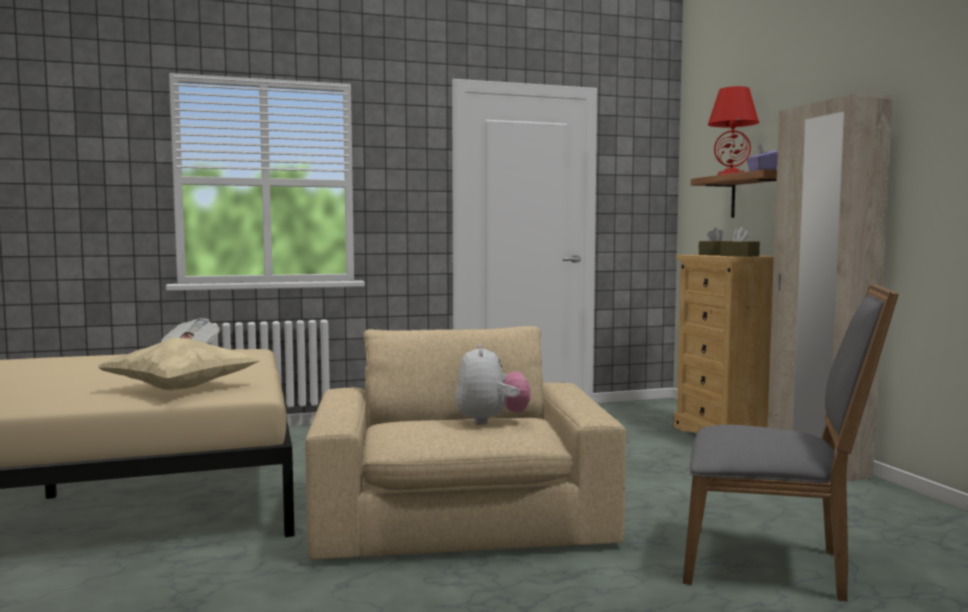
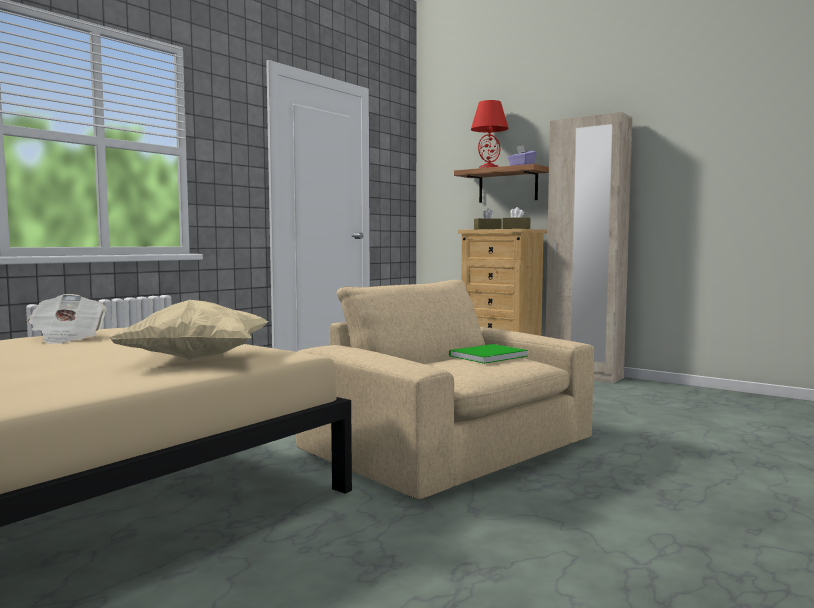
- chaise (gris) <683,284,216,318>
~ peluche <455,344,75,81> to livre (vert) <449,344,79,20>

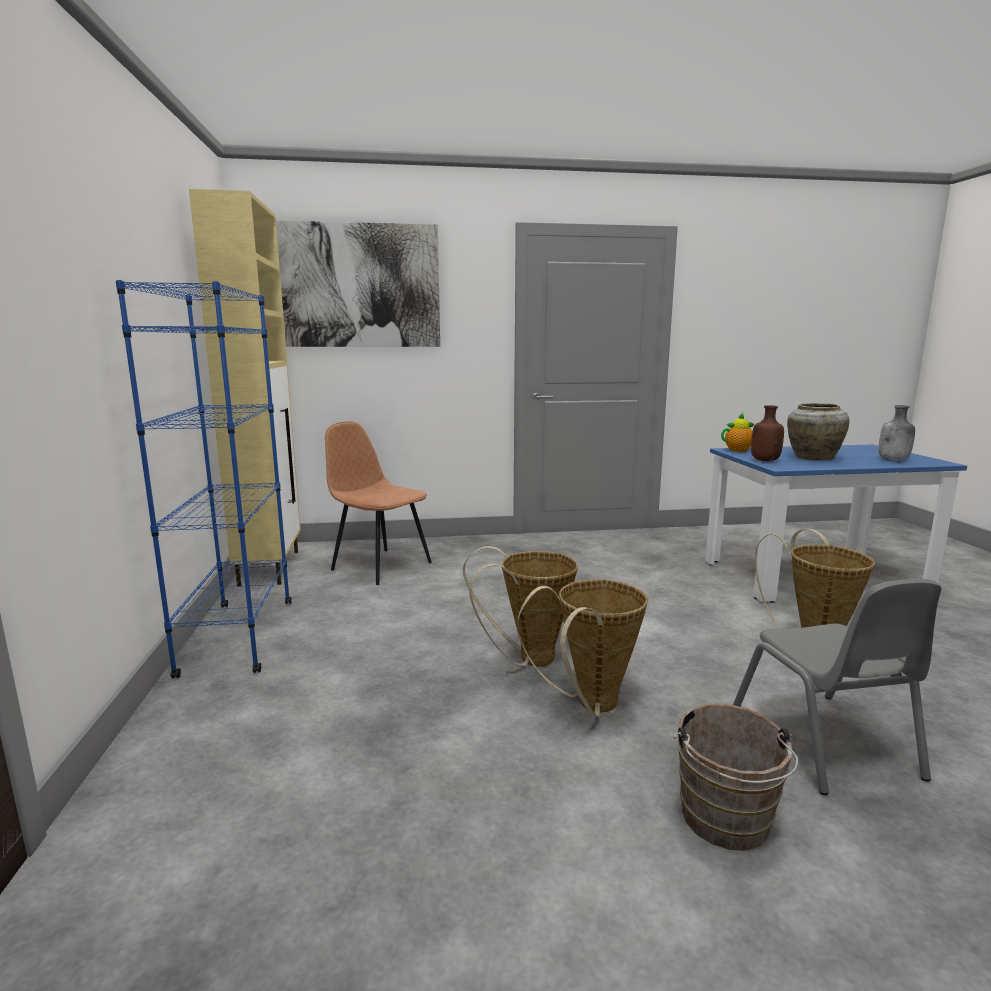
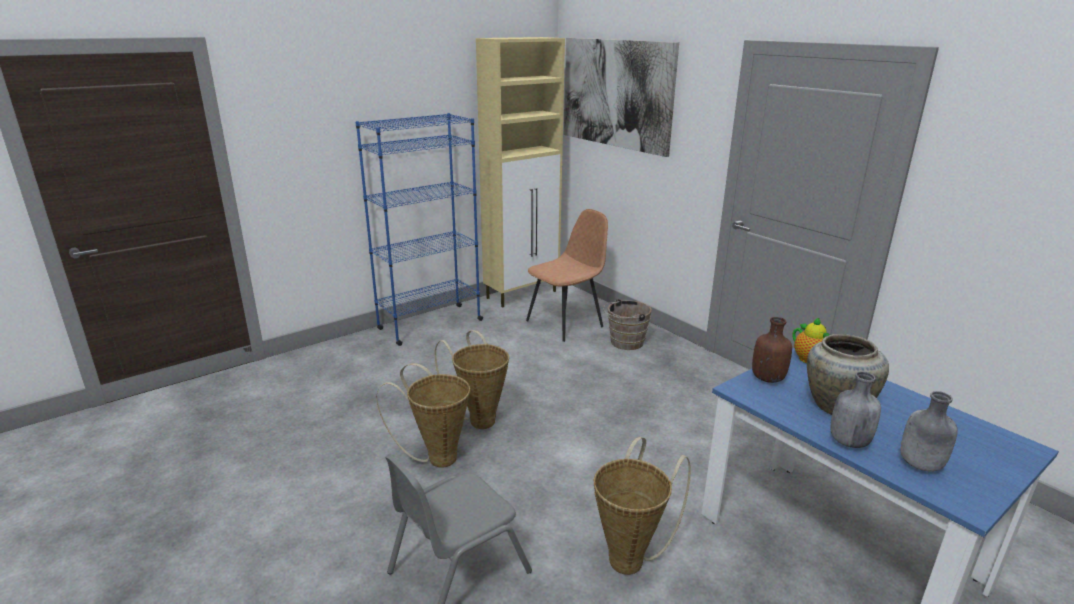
+ bouteille (gris) <830,371,51,77>
~ seau (marron) <674,703,124,148> to <603,299,49,51>
~ chaise (marron) <325,421,107,164> = <526,209,82,133> 45 degrees clockwise

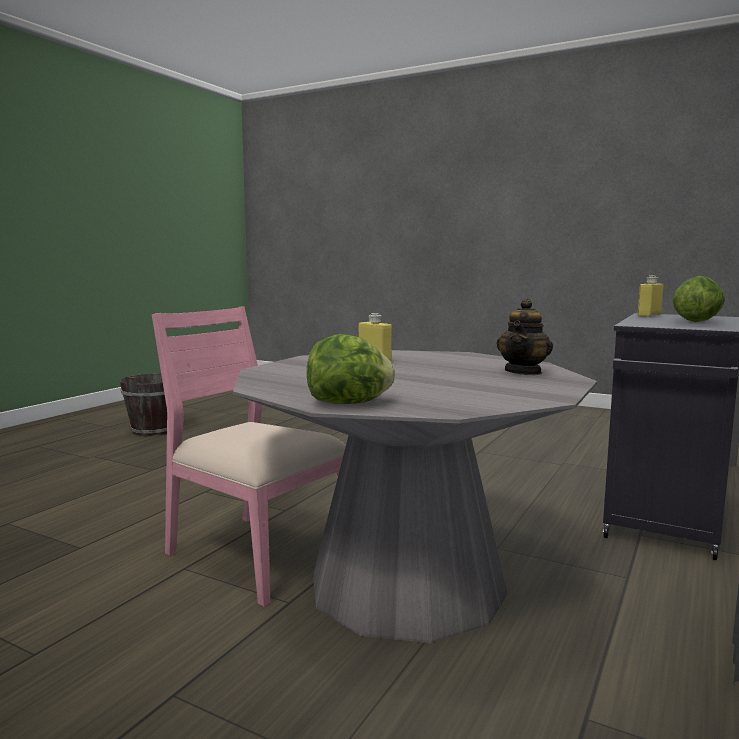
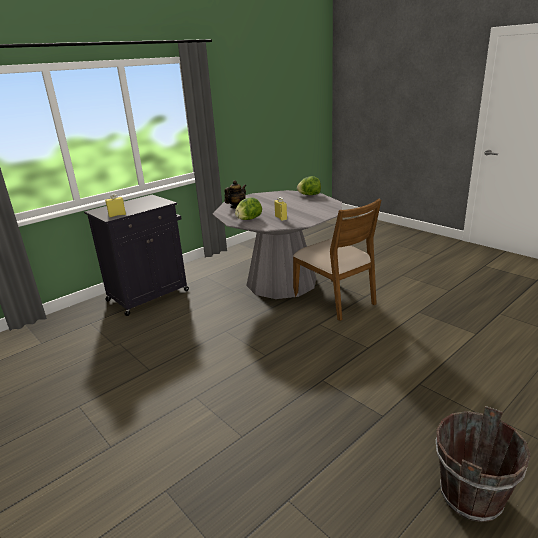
~ laitue <673,276,52,46> to <235,197,27,23>
~ chaise (rose) <152,306,194,301> to chaise (marron) <293,199,88,122>

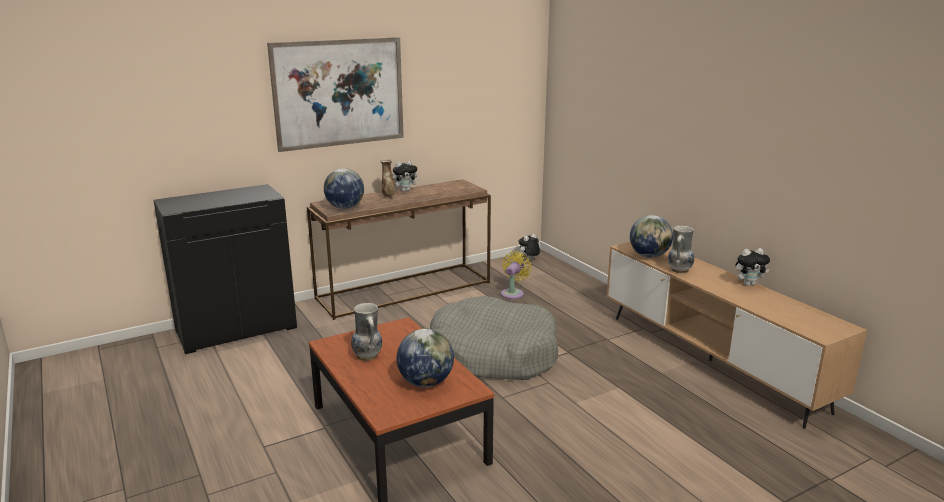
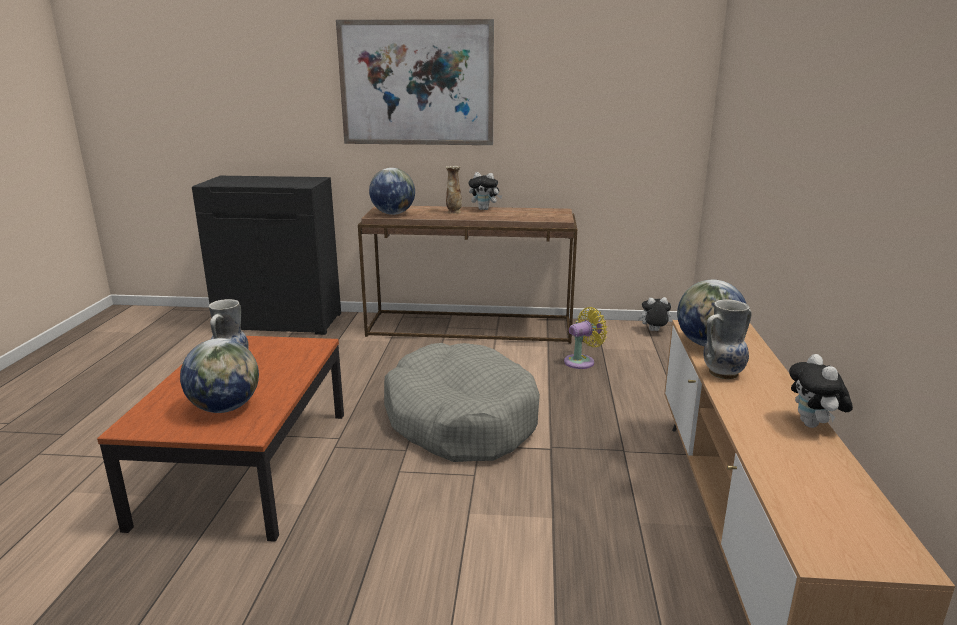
~ peluche <735,248,35,38> = <789,354,64,74> 60 degrees clockwise

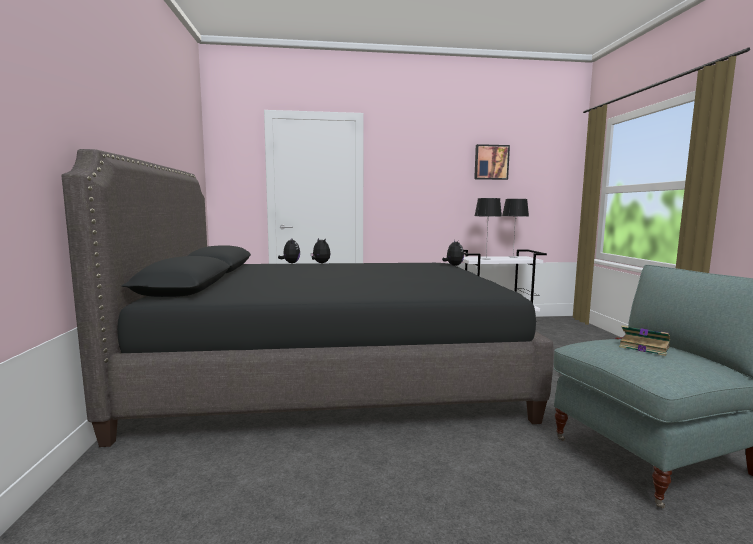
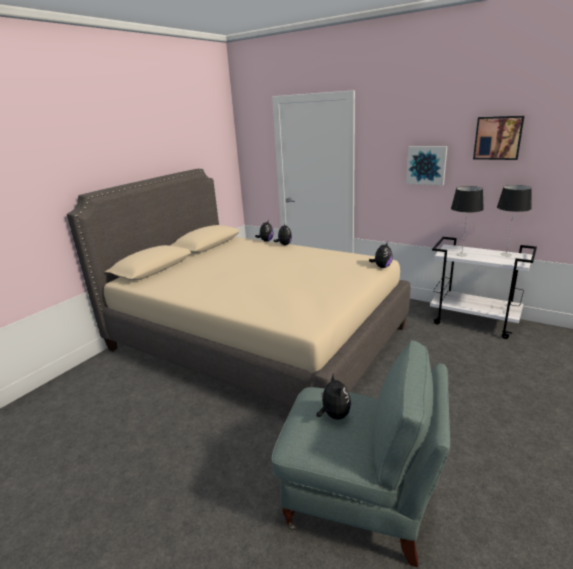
+ tableau <406,146,42,39>
~ livre <615,325,55,31> to peluche <316,373,35,46>
~ lit (noir) <61,149,493,298> to lit (beige) <67,169,343,239>

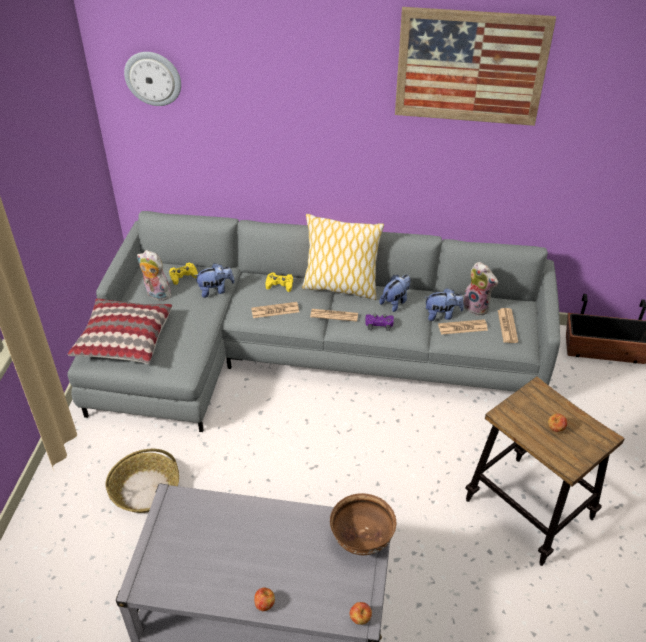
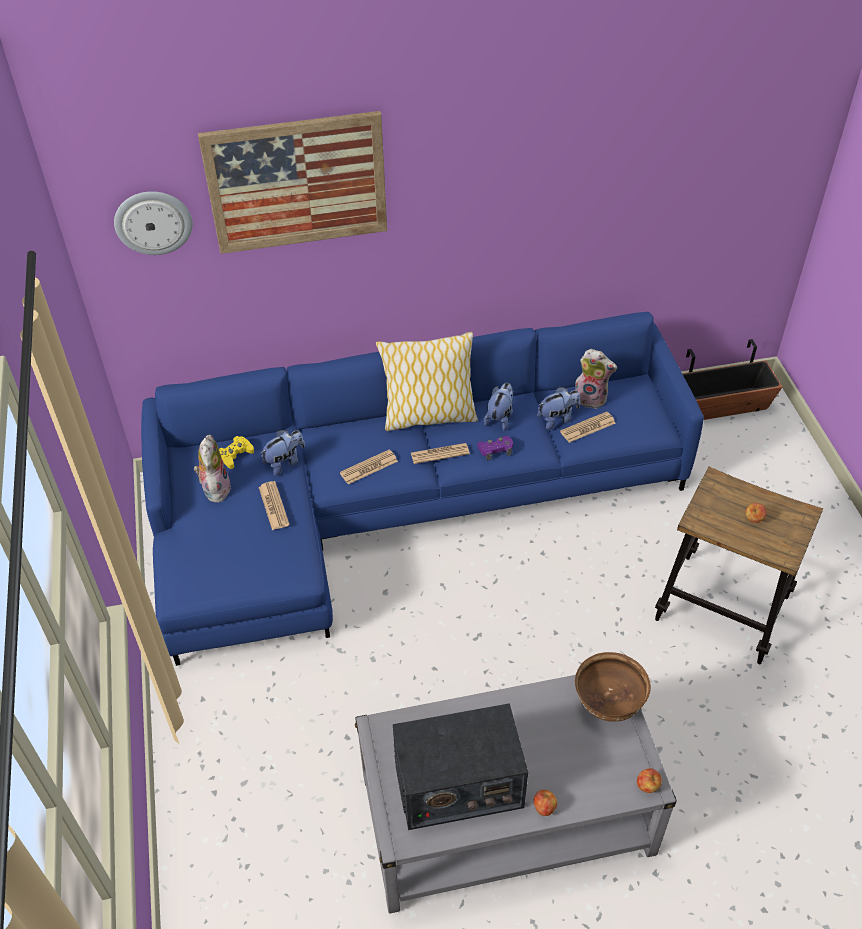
- coussin <68,299,104,65>
- panier <105,449,74,64>
- manette (jaune) <265,272,28,20>
+ radio <393,703,135,127>
~ tableau <395,7,161,119> to <198,111,189,143>
~ journal <498,308,20,35> to <259,481,31,49>
~ canapé (gris) <68,211,492,221> to canapé (bleu) <141,312,563,354>
~ peluche <137,250,34,51> = <194,434,37,69> 75 degrees clockwise

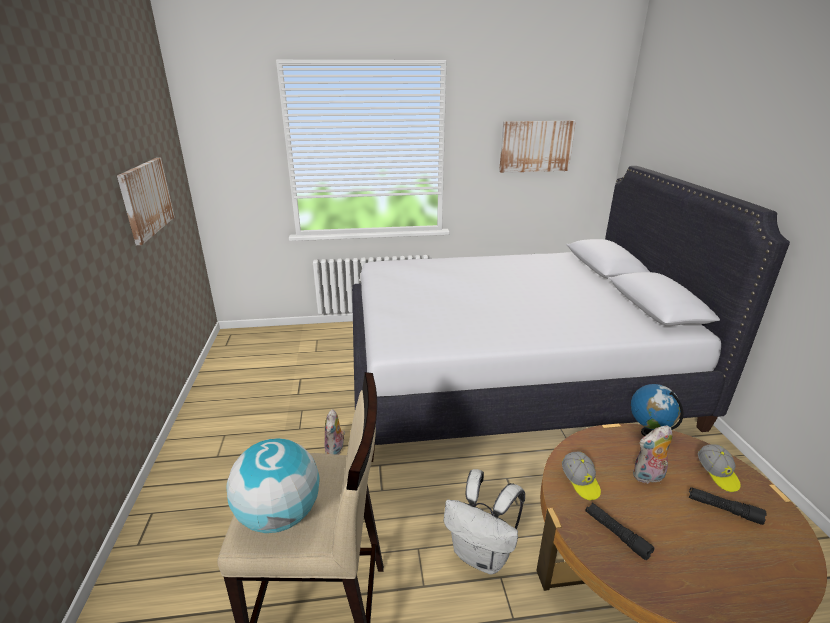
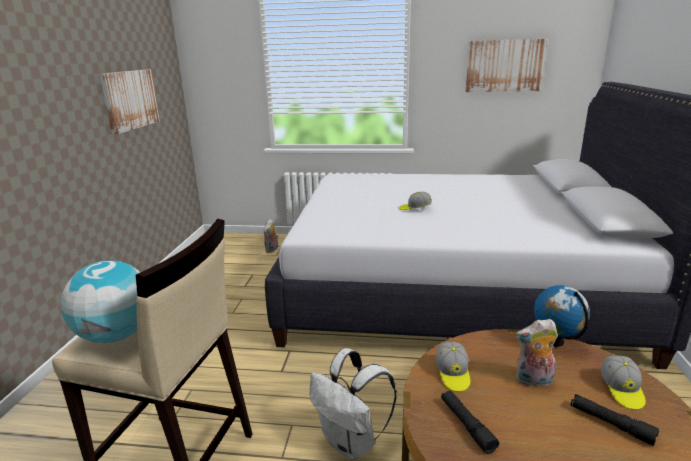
+ casquette <399,192,33,18>
~ peluche <324,409,21,46> to <264,219,14,34>

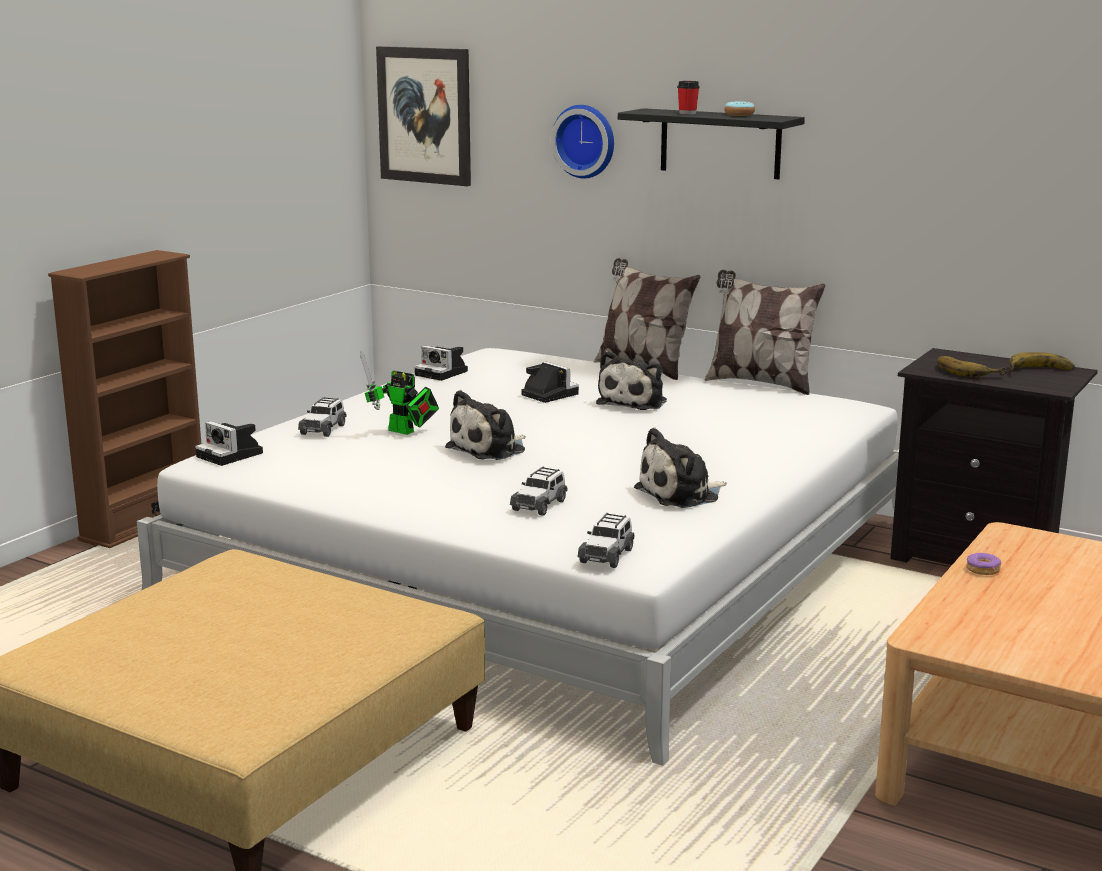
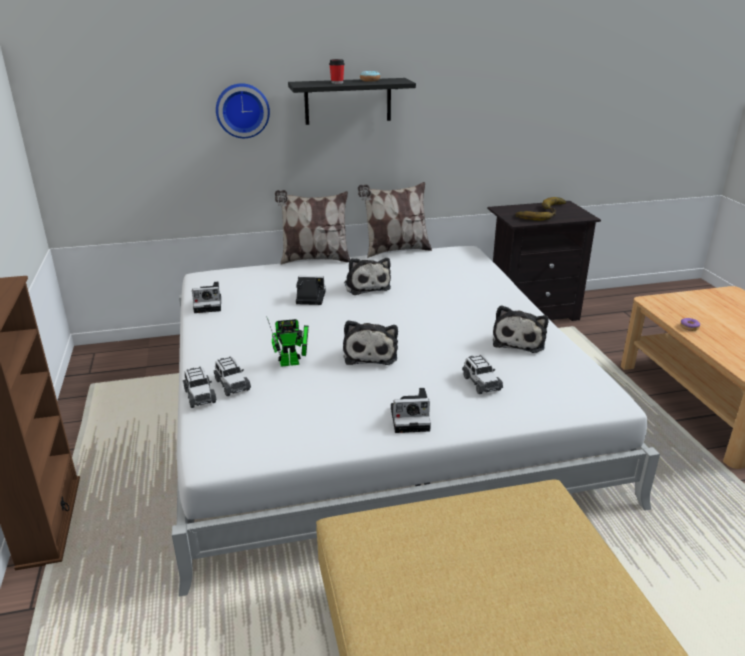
- tableau <376,46,95,140>
~ appareil photo <195,421,68,45> to <391,388,40,45>
~ petite voiture <578,513,56,55> to <183,367,34,41>

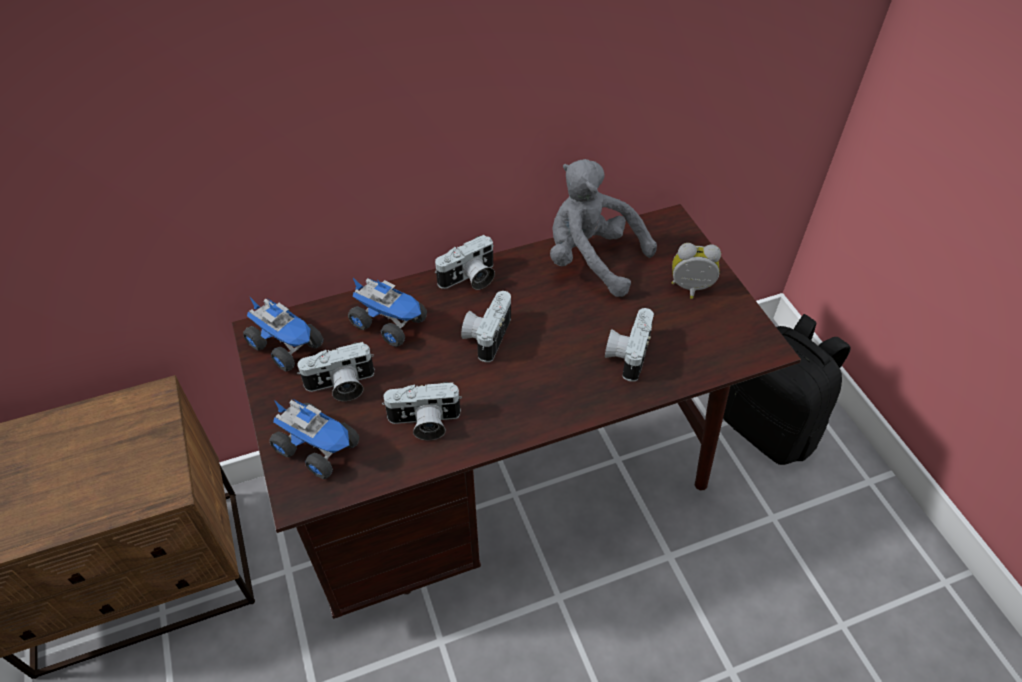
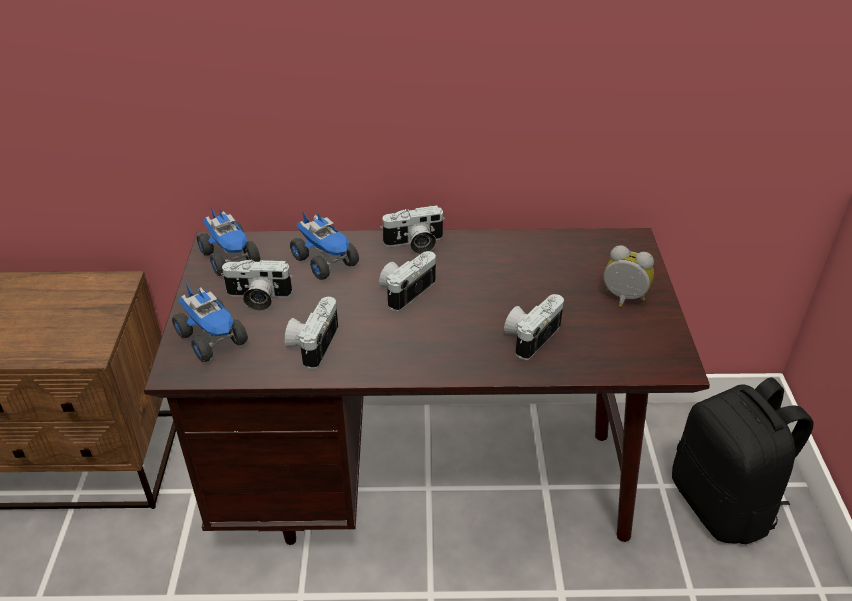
- peluche (gris) <550,159,107,138>
~ appareil photo <382,382,80,58> = <285,297,53,72> 90 degrees clockwise

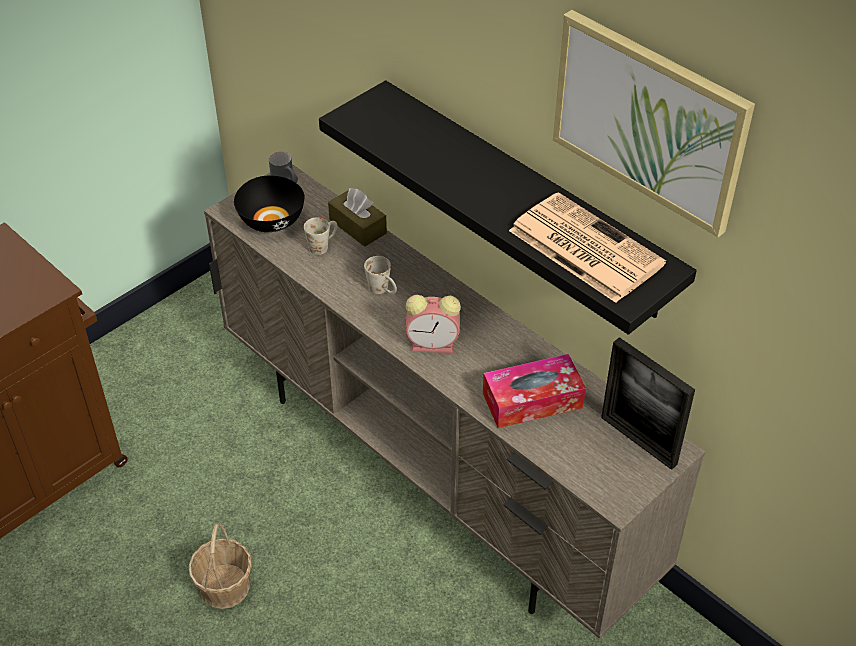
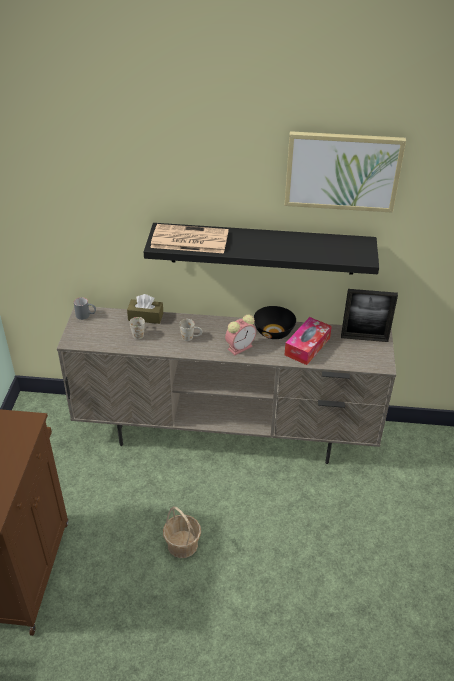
~ bol (noir) <234,175,70,57> to <254,306,42,33>
~ journal <509,192,157,111> to <150,224,78,29>

